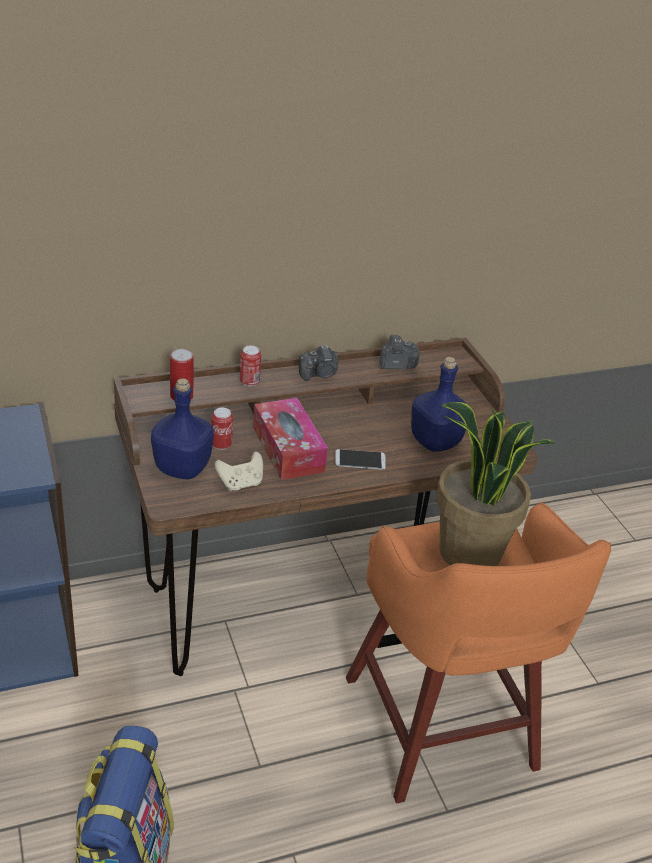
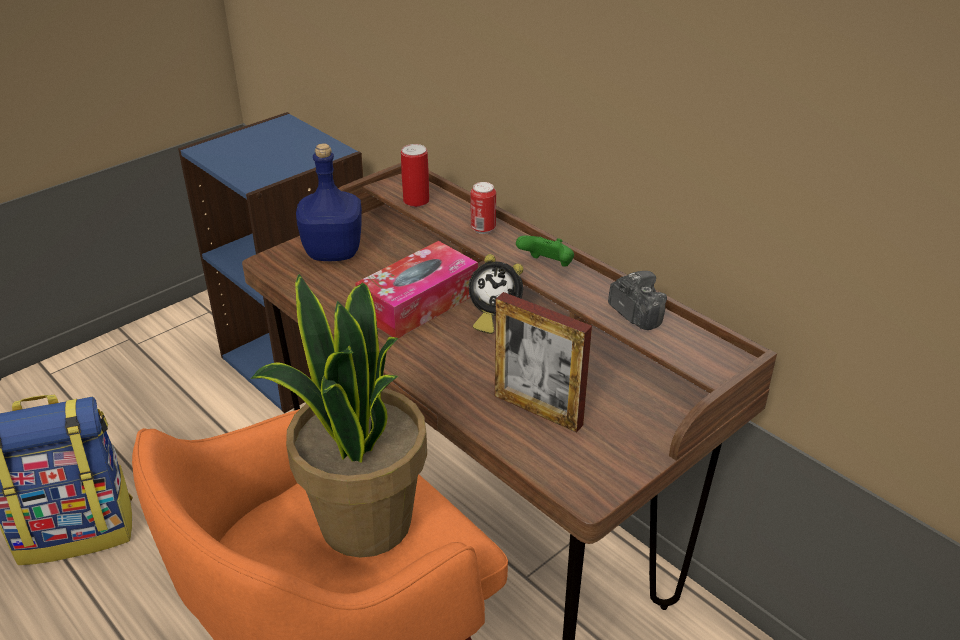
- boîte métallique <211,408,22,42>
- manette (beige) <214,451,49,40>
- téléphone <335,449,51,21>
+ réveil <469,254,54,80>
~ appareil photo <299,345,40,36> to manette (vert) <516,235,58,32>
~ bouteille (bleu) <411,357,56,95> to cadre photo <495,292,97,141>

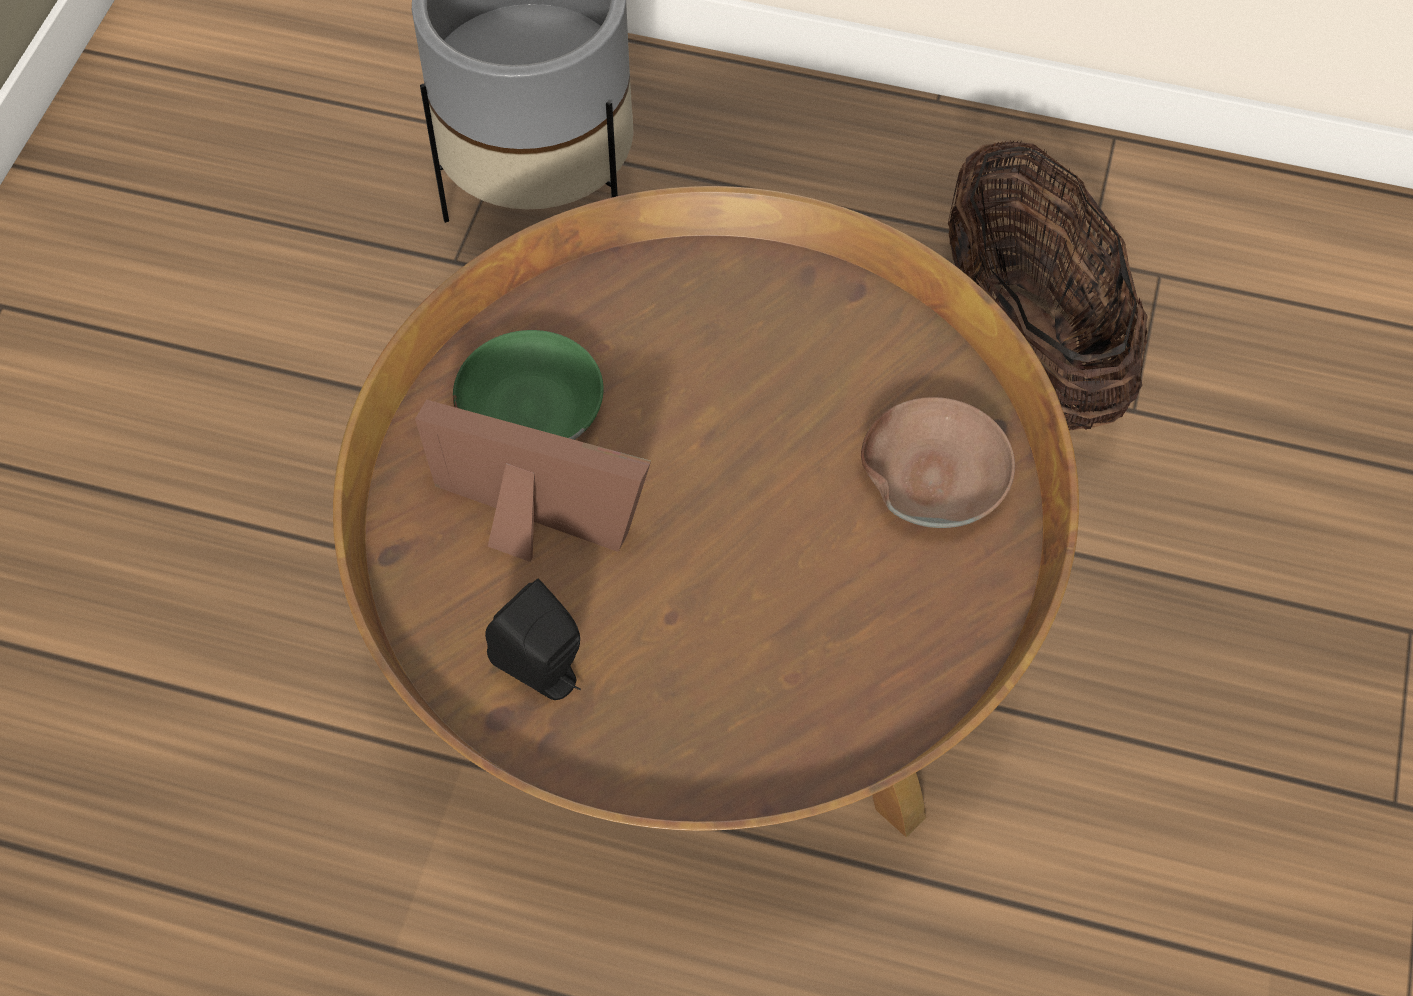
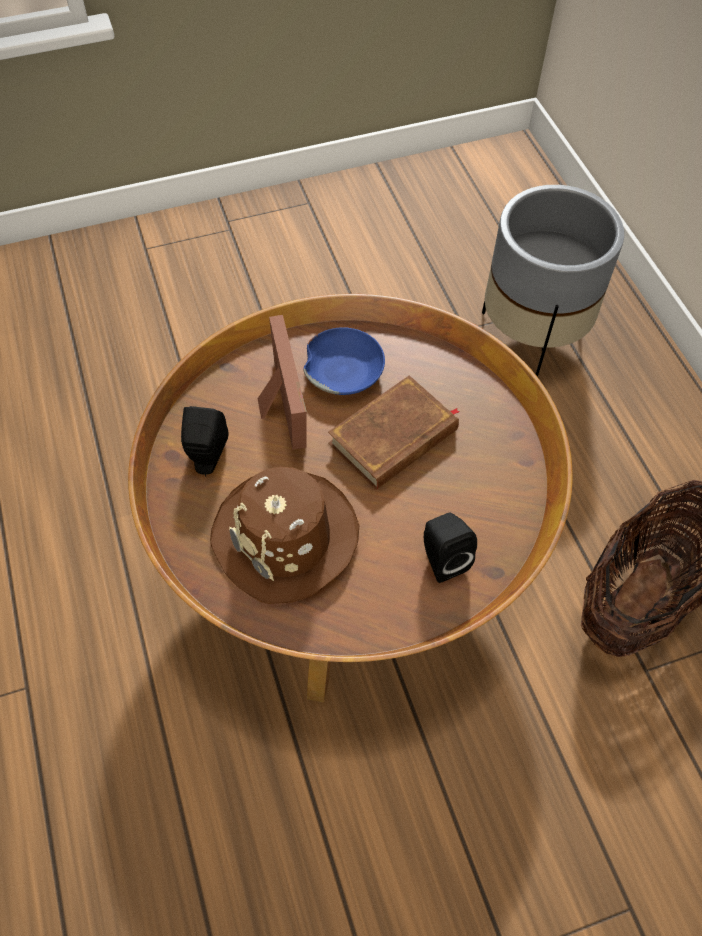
+ chapeau (marron) <210,467,149,137>
+ livre (marron) <328,375,132,115>
~ bol (marron) <861,397,154,131> to enceinte (noir) <424,513,53,70>
~ bol (vert) <453,330,151,110> to bol (bleu) <303,327,82,68>

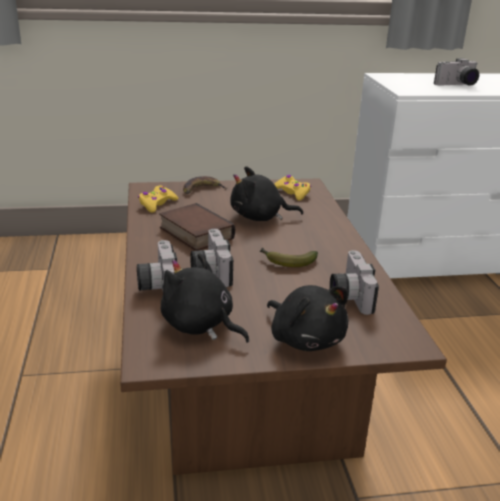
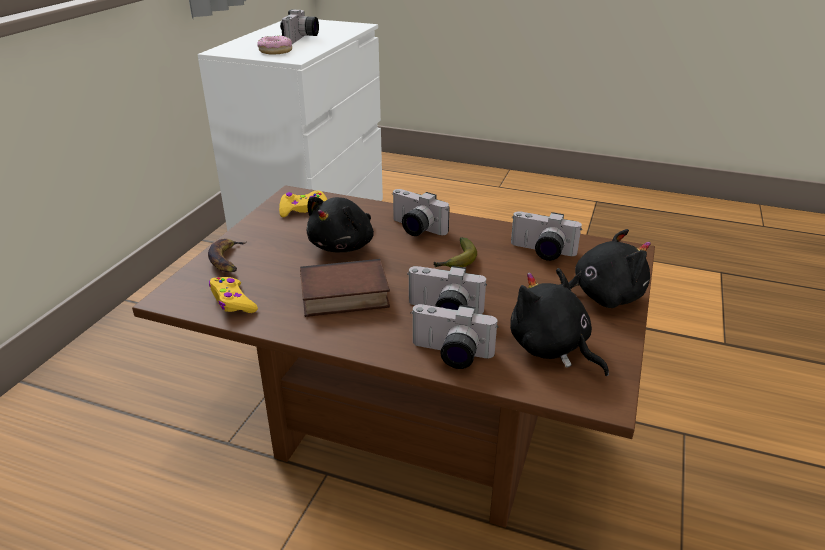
+ beignet <257,36,35,18>
+ appareil photo <392,189,58,47>
~ peluche (noir) <161,253,88,90> = <510,268,99,108> 75 degrees clockwise

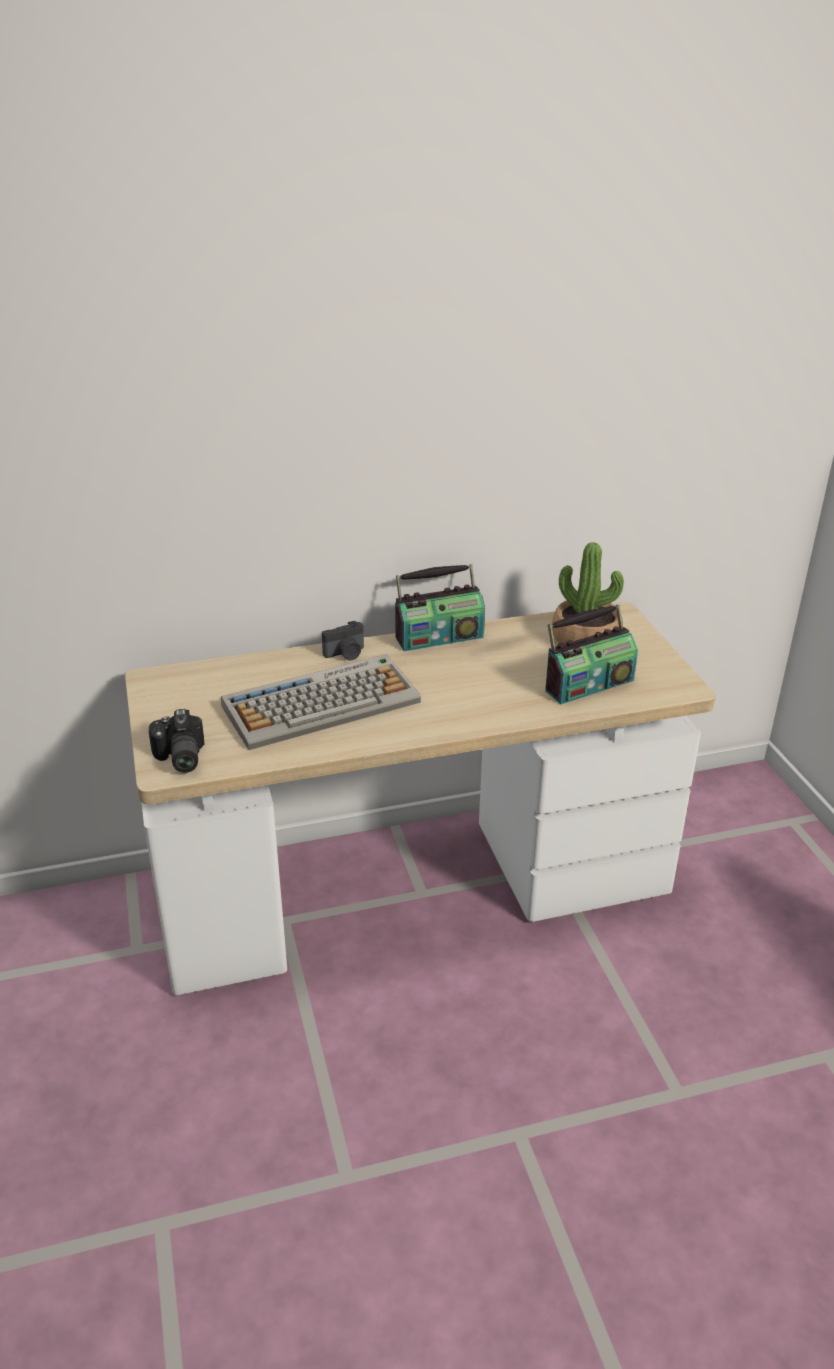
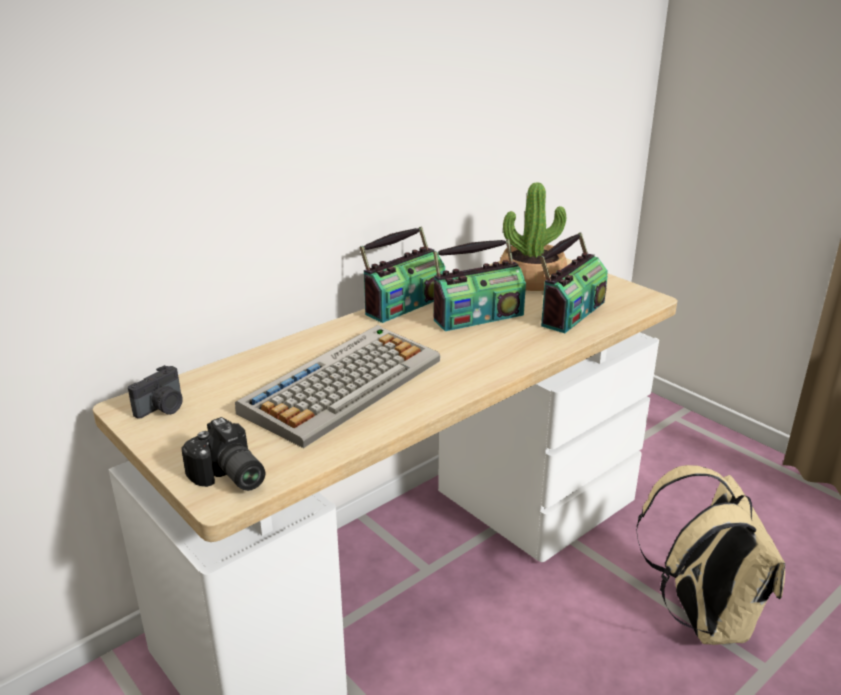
+ radio <433,239,93,92>
+ sac à dos (beige) <636,465,150,180>
~ appareil photo <322,621,42,40> to <128,365,55,53>

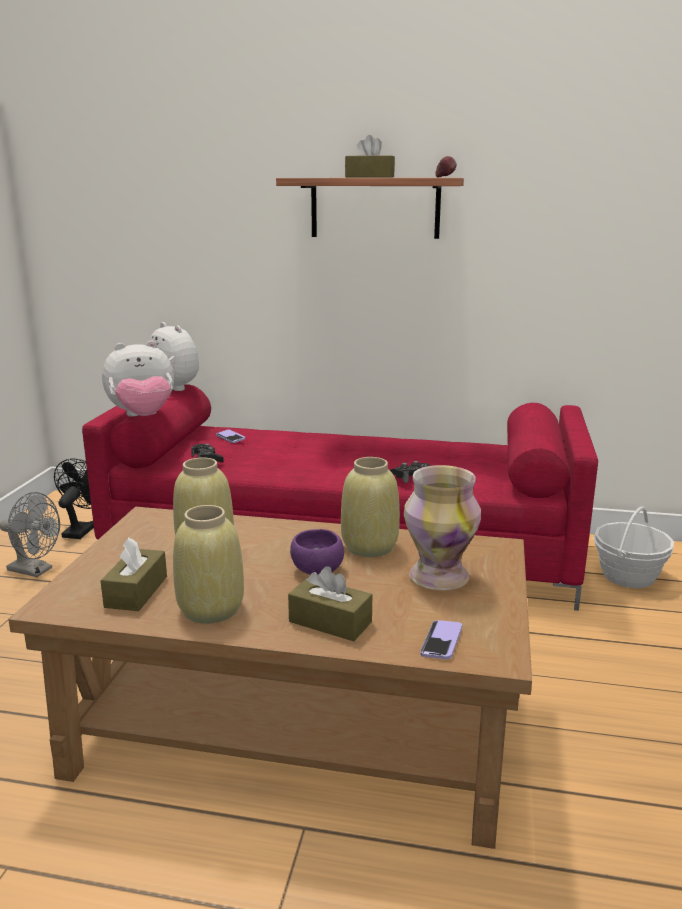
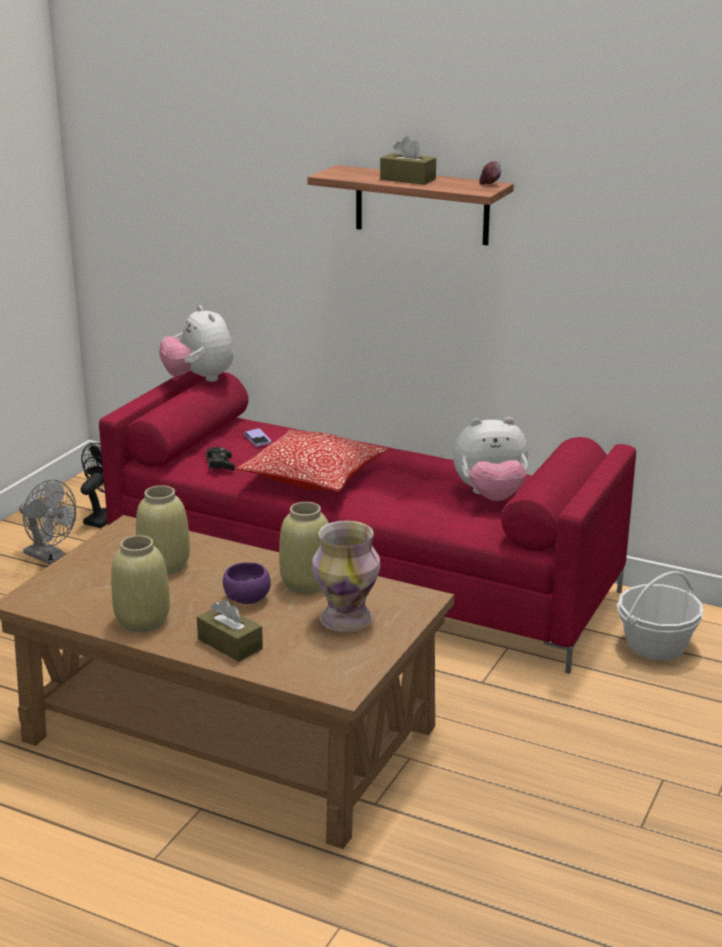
- boîte à mouchoirs (marron) <101,538,66,73>
- manette (noir) <390,461,41,22>
- téléphone <420,620,42,39>
+ coussin <236,429,152,63>
~ peluche <102,341,72,76> to <453,417,75,84>

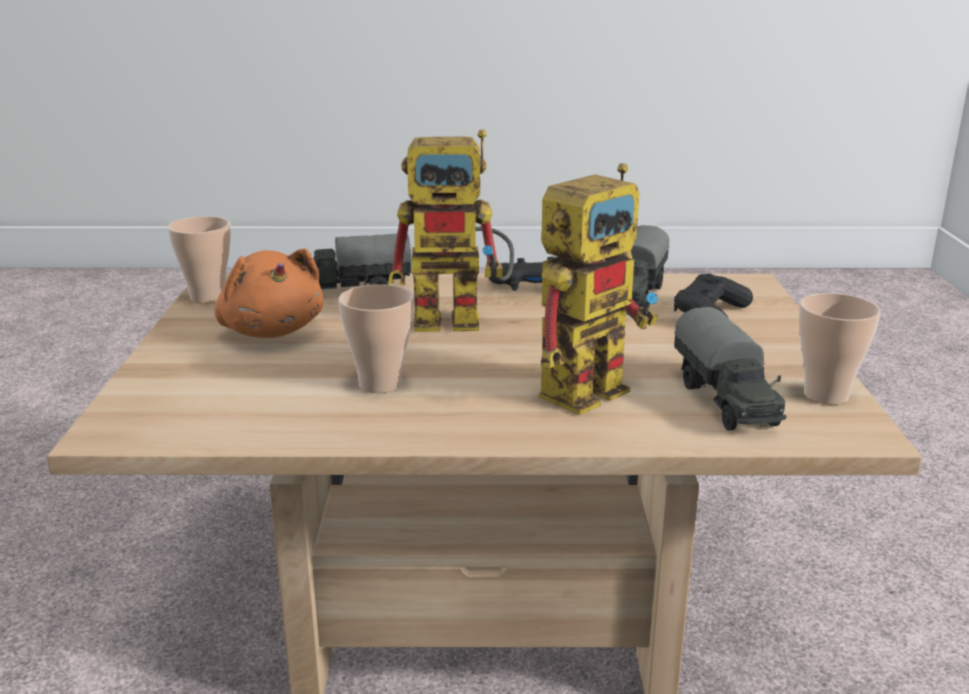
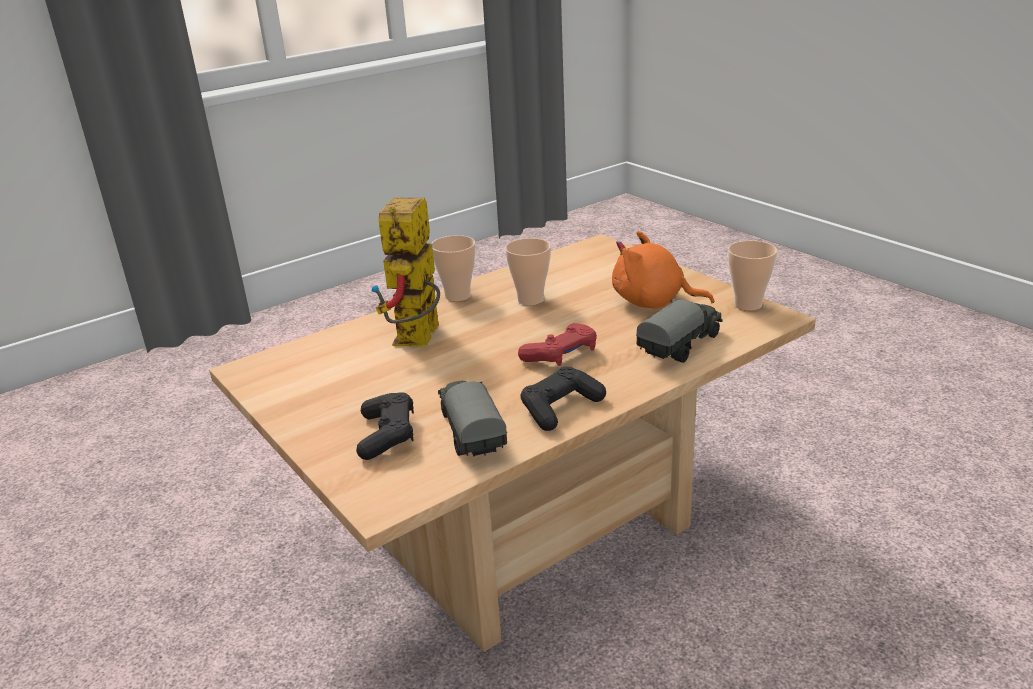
- camion jouet <674,307,112,123>
~ tasse <799,293,82,112> to <431,235,44,67>
~ robot jouet <388,129,126,203> to manette (rouge) <518,323,79,43>

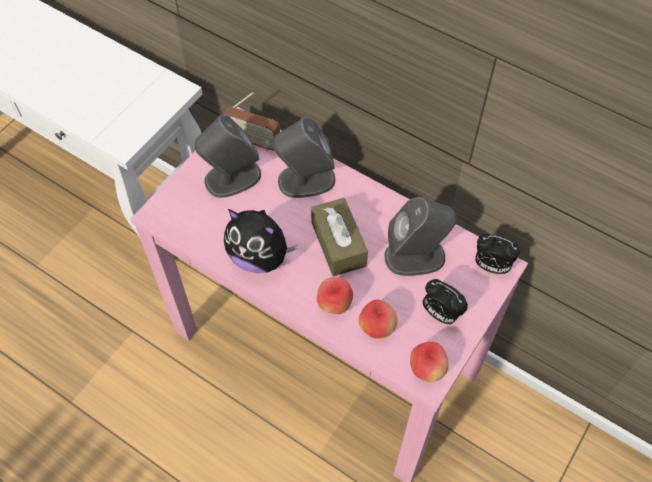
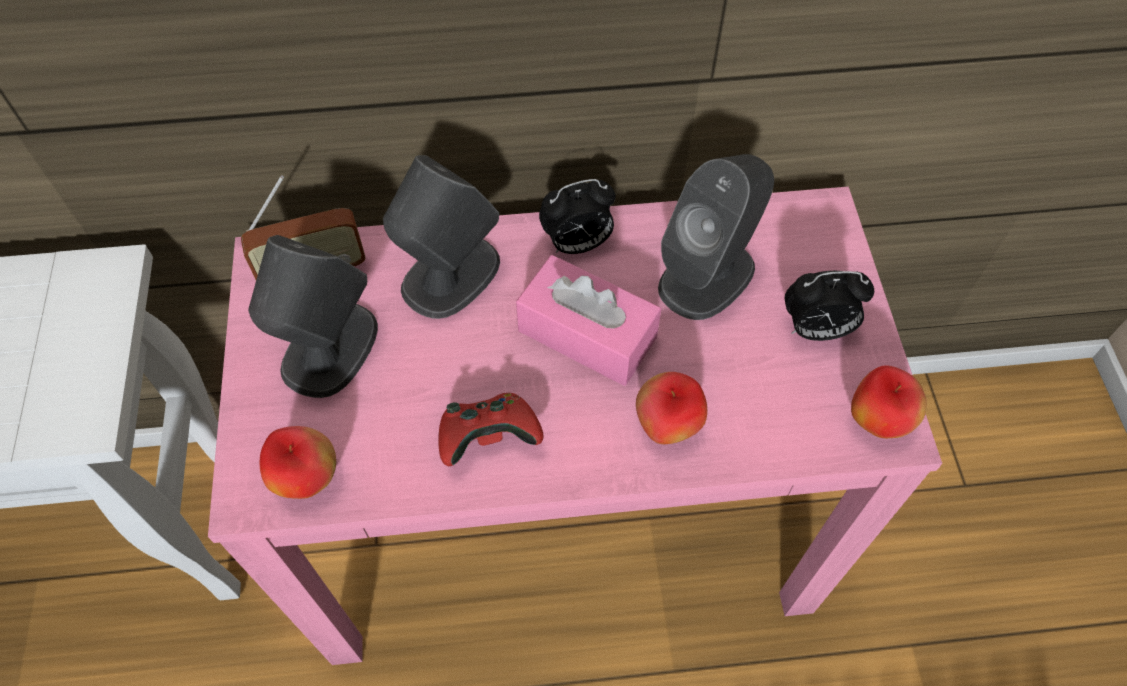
~ pomme <359,300,39,39> to <260,426,76,73>
~ réveil <475,233,45,41> to <539,179,77,75>
~ peluche <224,209,74,64> to manette (rouge) <438,393,105,73>
~ boîte à mouchoirs (marron) <311,198,57,78> to boîte à mouchoirs (rose) <516,255,145,131>

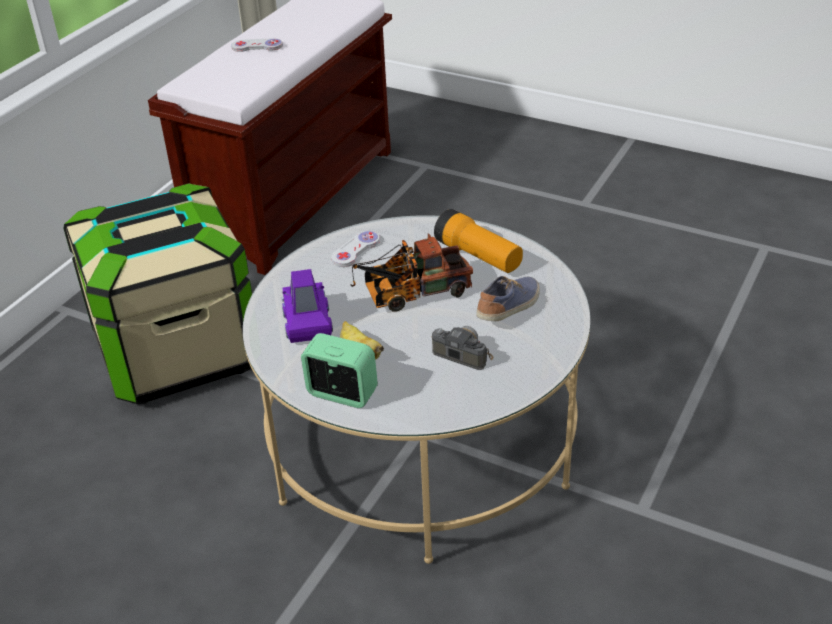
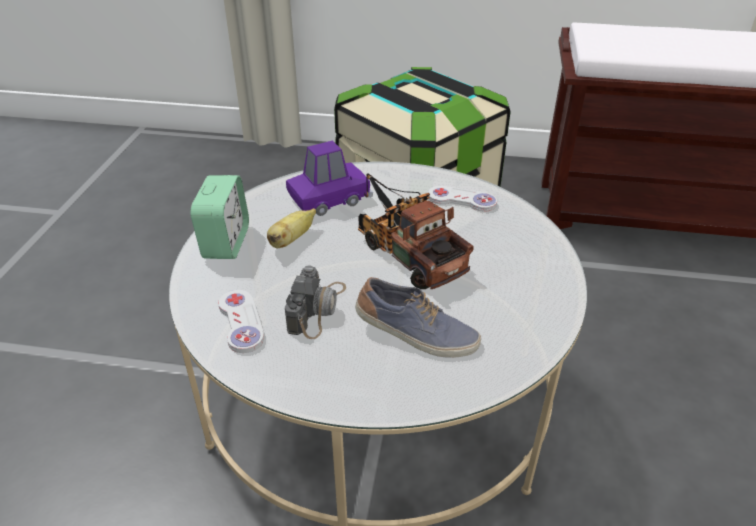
- lampe de poche <434,209,89,64>
~ manette (blanc) <231,38,52,14> to <218,290,46,63>

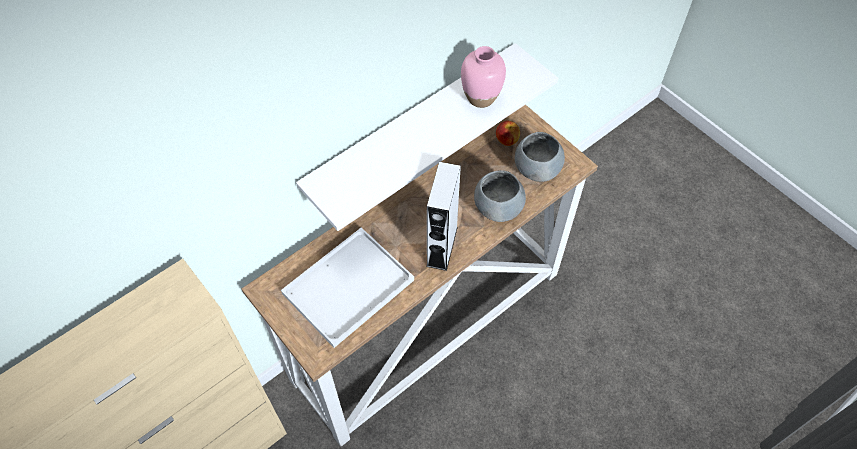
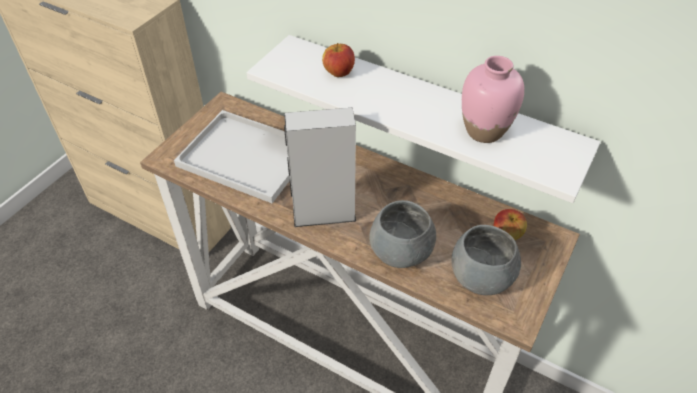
+ pomme <322,43,33,34>

